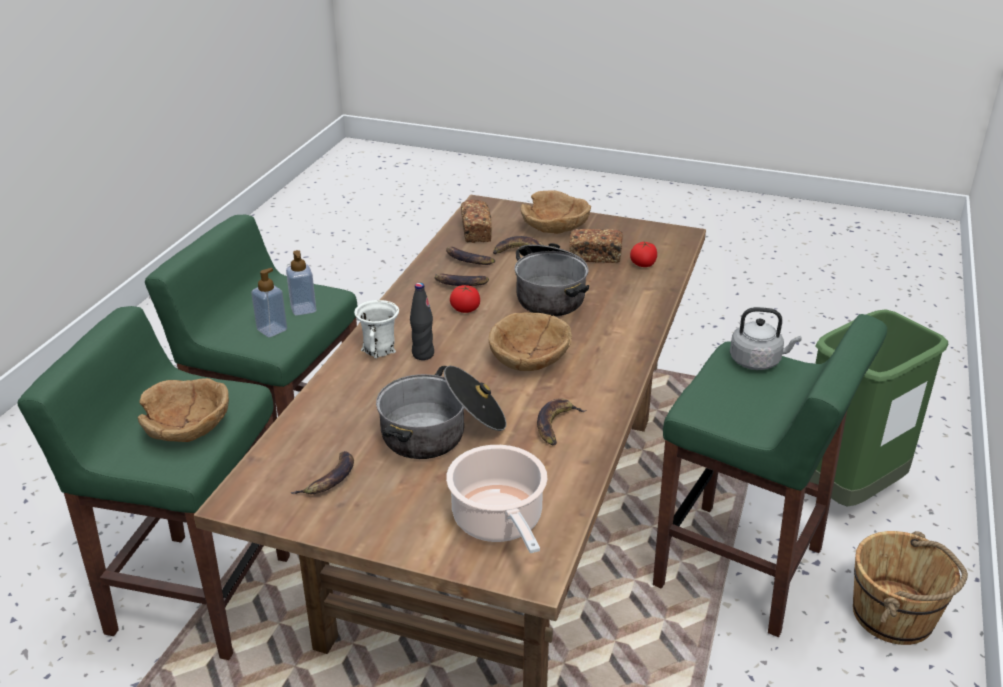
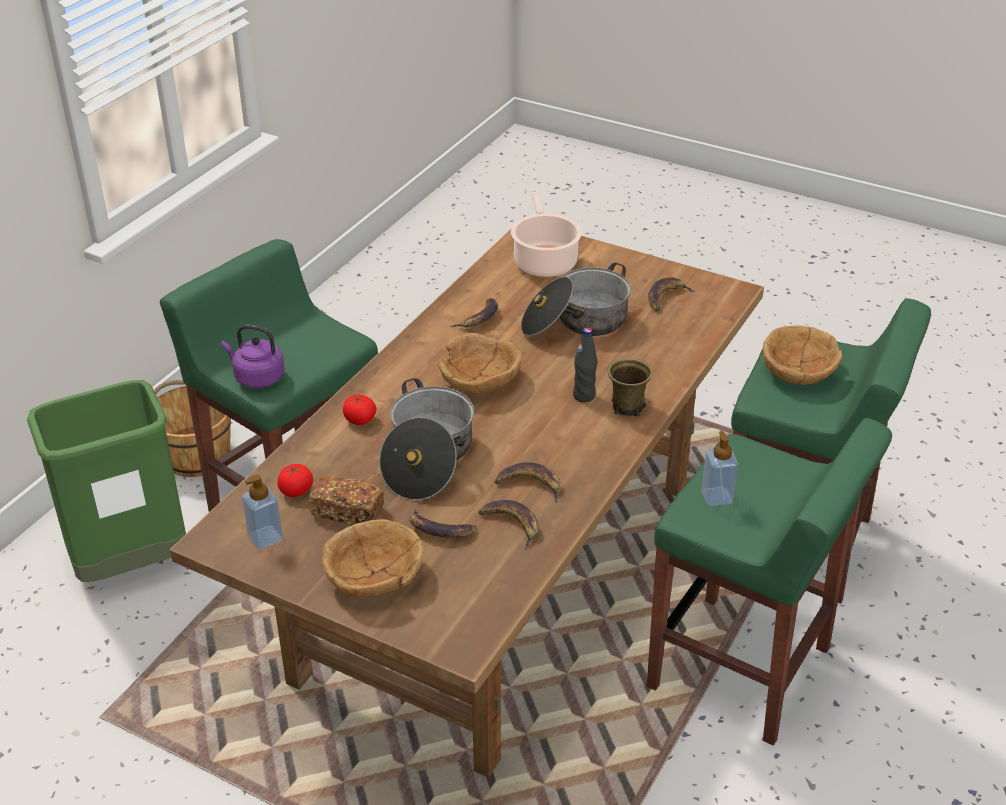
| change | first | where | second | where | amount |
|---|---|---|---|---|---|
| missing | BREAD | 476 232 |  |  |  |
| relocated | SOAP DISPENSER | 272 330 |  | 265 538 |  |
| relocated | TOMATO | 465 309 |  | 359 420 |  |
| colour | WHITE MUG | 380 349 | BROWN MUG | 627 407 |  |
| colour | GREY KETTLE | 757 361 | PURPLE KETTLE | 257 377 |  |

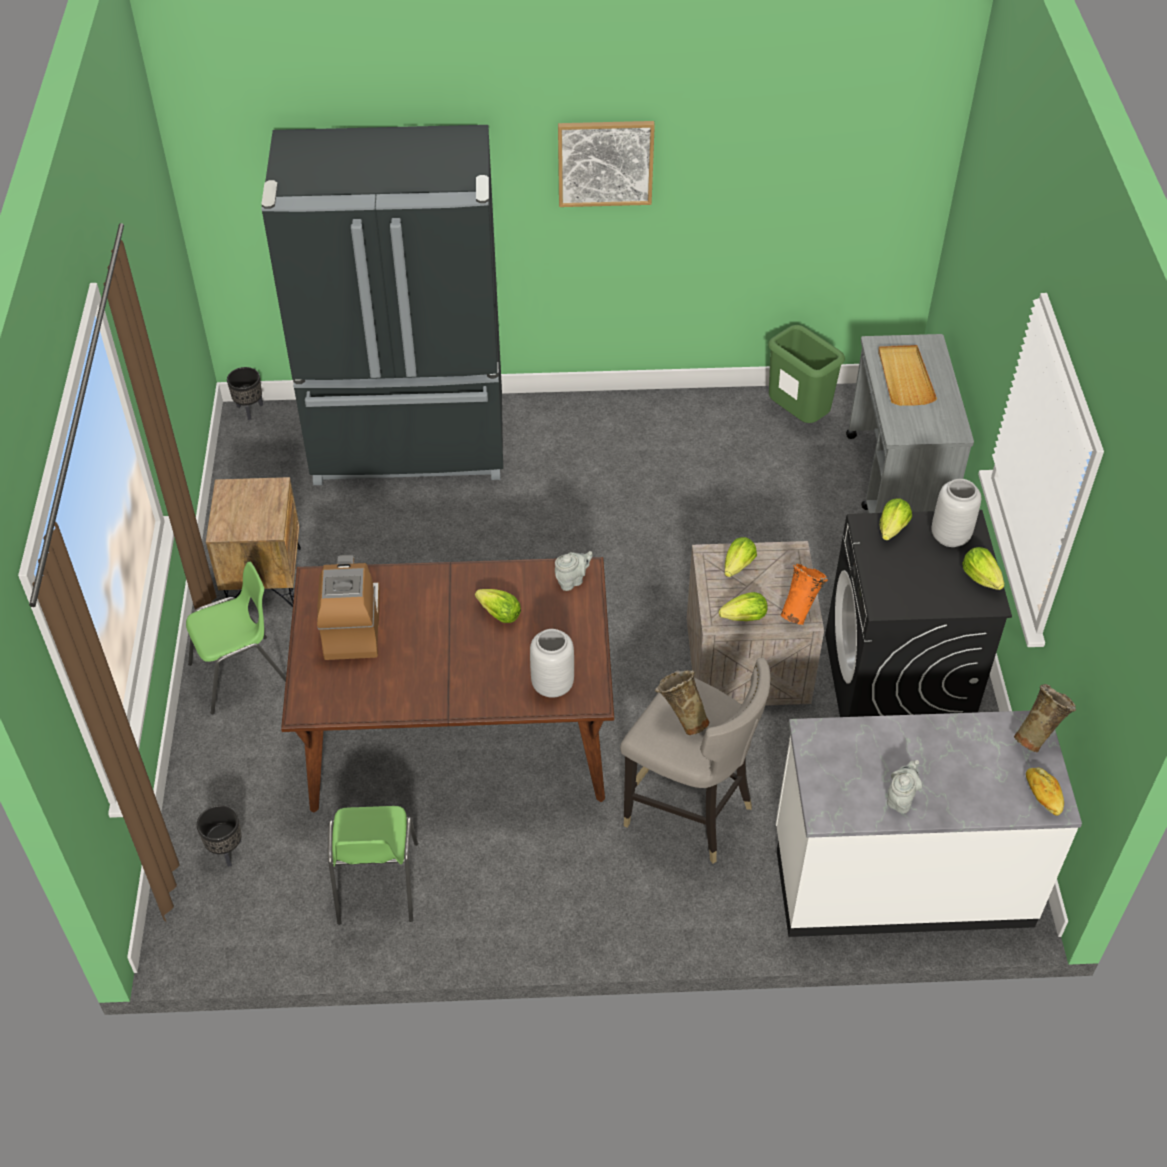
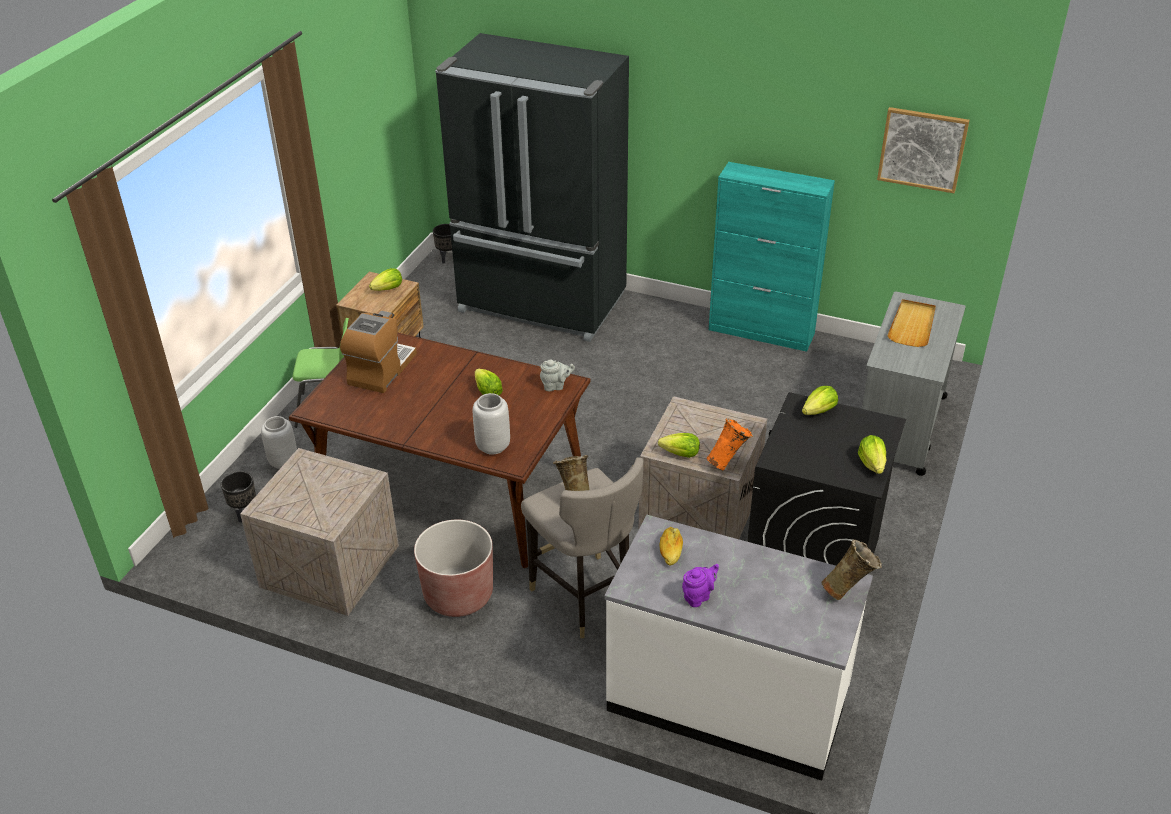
| change | first | where | second | where | amount |
|---|---|---|---|---|---|
| relocated | PICTURE | 605 162 |  | 922 149 |  |
| missing | GREEN TRASH CAN | 798 416 |  |  |  |
| relocated | GREY VASE | 949 537 |  | 283 462 |  |
| relocated | LETTUCE | 738 566 |  | 388 289 |  |
| colour | GREY TEAPOT | 901 798 | PURPLE TEAPOT | 698 596 |  |
| relocated | BREAD | 1042 795 |  | 670 550 |  |
| exchanged | GREEN CHAIR | 376 884 | CRATE | 327 567 |  |
| appeared |  |  | TURQUOISE CABINET | 762 332 |  |
| appeared |  |  | BROWN PLANTER | 458 594 |  |

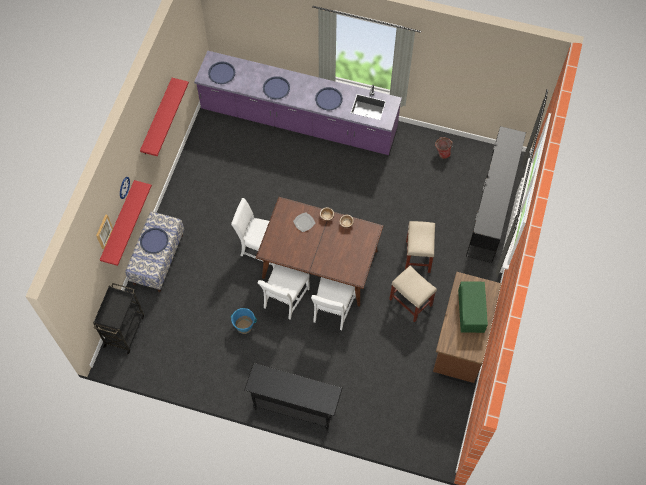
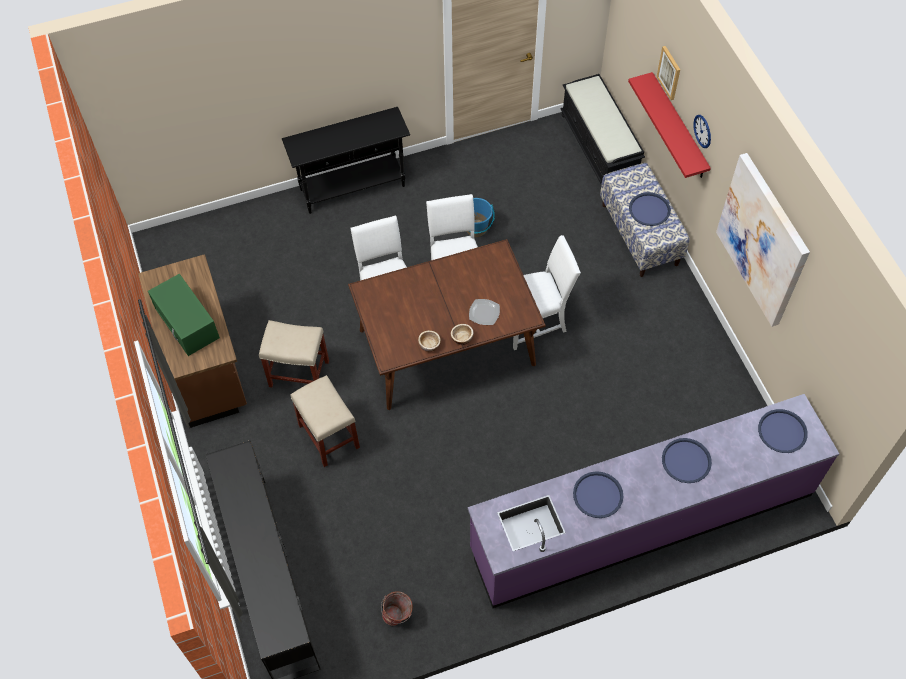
| change | first | where | second | where | amount |
|---|---|---|---|---|---|
| exchanged | RED SHELF | 157 118 | PICTURE | 763 240 |  |
| exchanged | BLACK CART | 125 330 | BLACK BENCH | 599 149 |  |

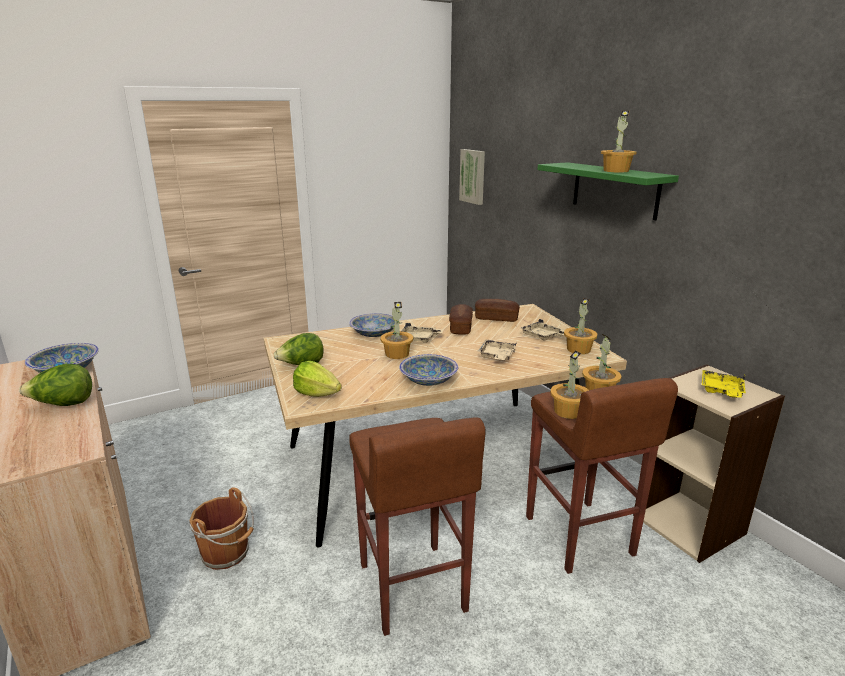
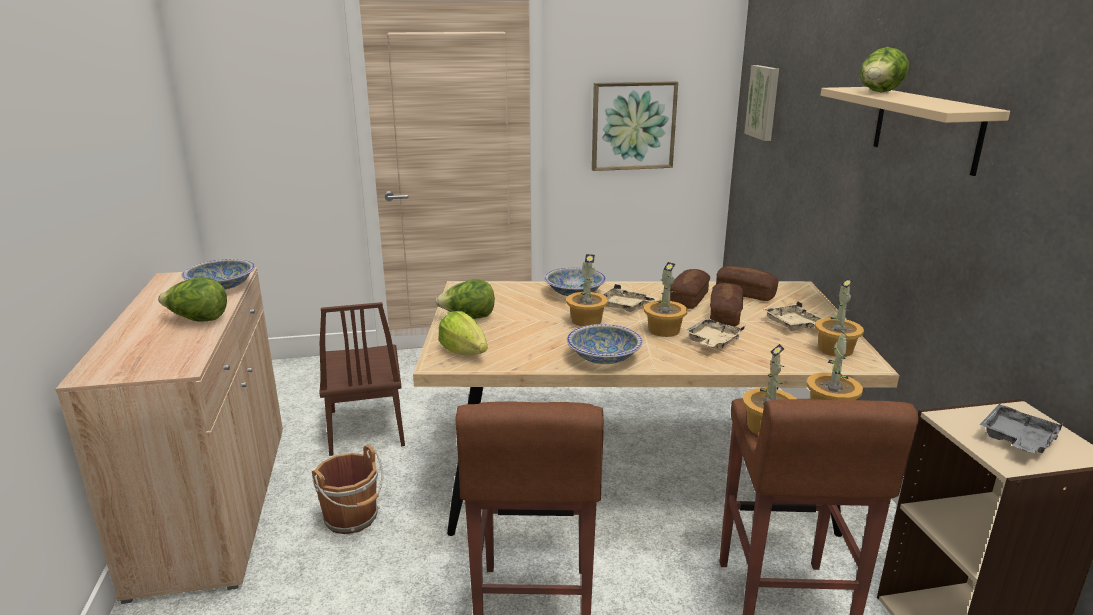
| change | first | where | second | where | amount |
|---|---|---|---|---|---|
| relocated | POTTED PLANT | 616 171 |  | 664 330 |  |
| colour | GREEN SHELF | 615 190 | BEIGE SHELF | 926 128 |  |
| colour | YELLOW TRAY | 721 391 | GREY TRAY | 1017 440 |  |
| appeared |  |  | LETTUCE | 879 93 |  |
| appeared |  |  | PICTURE | 633 126 |  |
| appeared |  |  | BREAD | 725 316 |  |
| appeared |  |  | BROWN CHAIR | 366 427 |  |

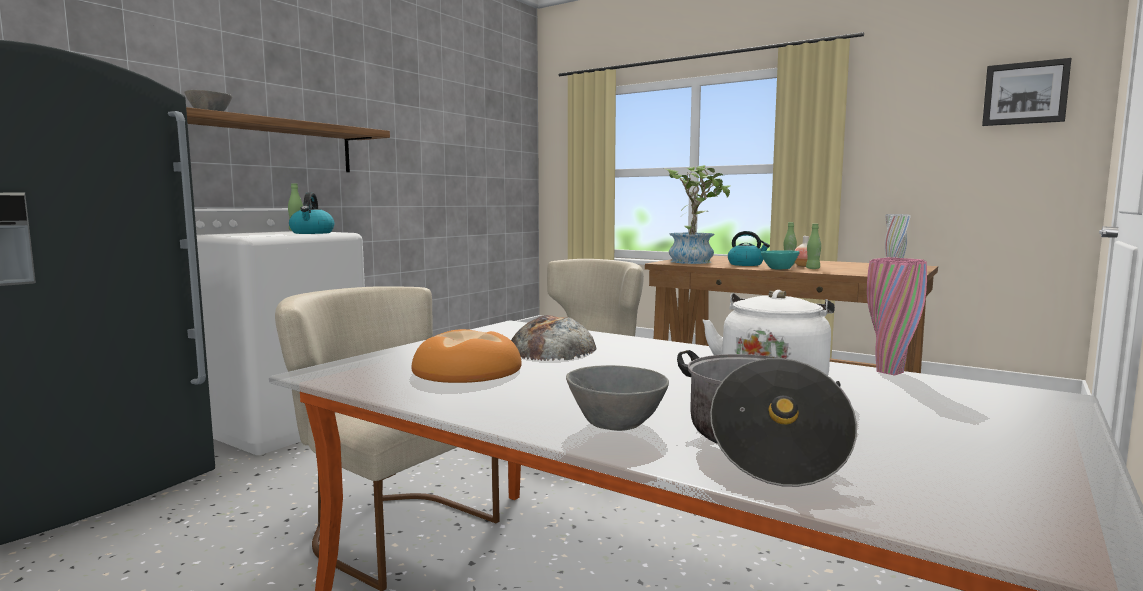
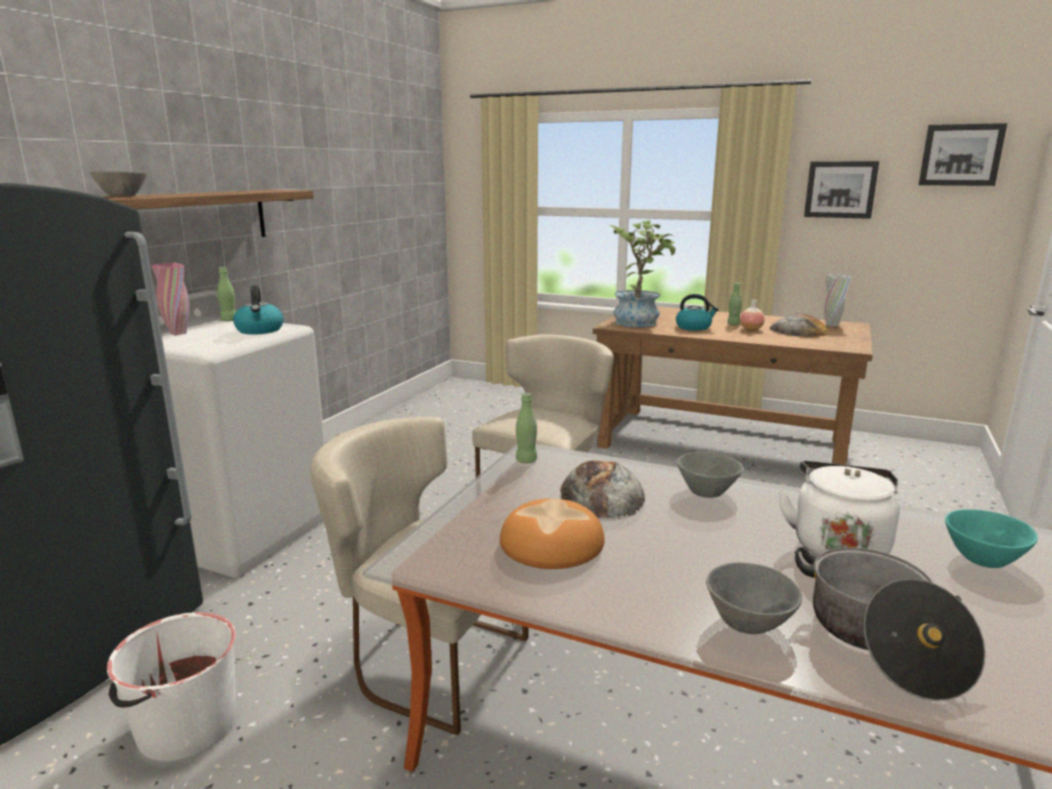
| change | first | where | second | where | amount |
|---|---|---|---|---|---|
| relocated | GREEN BOTTLE | 812 268 |  | 526 460 |  |
| relocated | TURQUOISE BOWL | 778 268 |  | 981 558 |  |
| relocated | PINK VASE | 890 372 |  | 178 333 |  |
| appeared |  |  | PICTURE | 840 189 |  |
| appeared |  |  | BREAD | 798 331 |  |
| appeared |  |  | GREY BOWL | 709 491 |  |
| appeared |  |  | WHITE BUCKET | 185 727 |  |

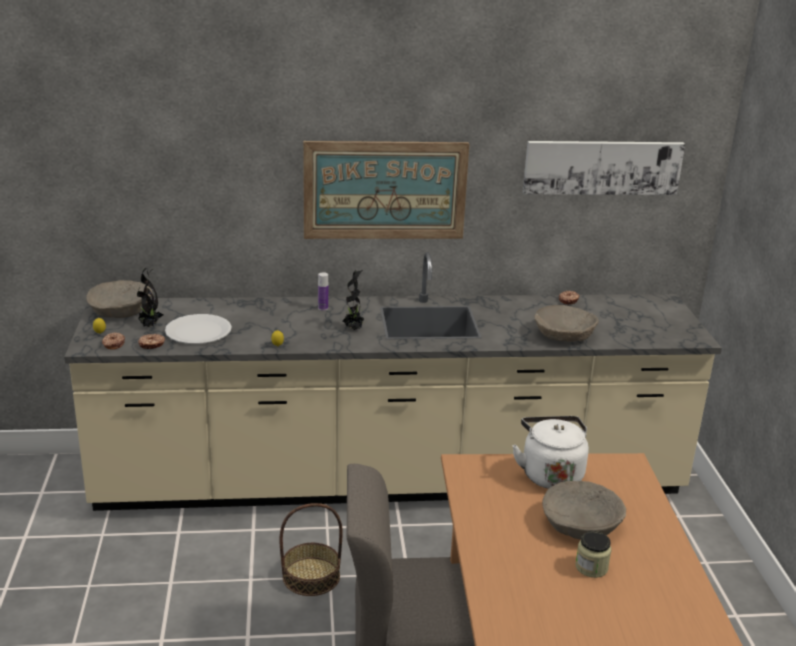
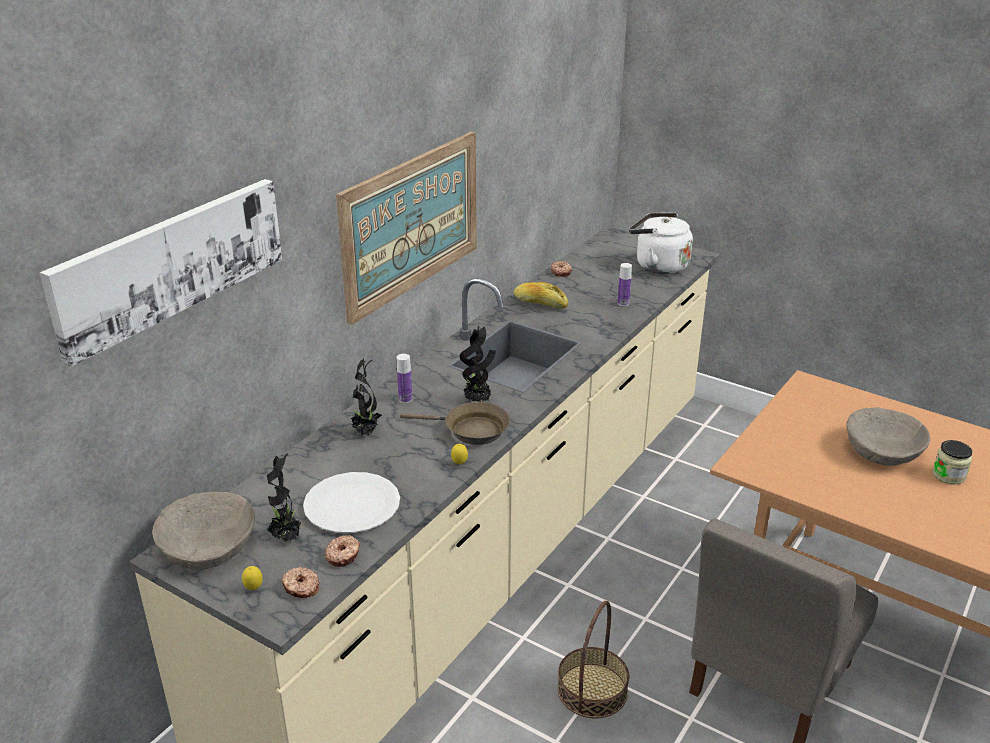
| change | first | where | second | where | amount |
|---|---|---|---|---|---|
| relocated | PICTURE | 602 167 |  | 171 264 |  |
| exchanged | BEIGE BOWL | 564 335 | BOTTLE | 623 303 |  |
| relocated | WHITE KETTLE | 550 474 |  | 658 266 |  |
| appeared |  |  | BREAD | 540 303 |  |
| appeared |  |  | POTTED PLANT | 366 432 |  |
| appeared |  |  | BROWN FRYING PAN | 471 430 |  |

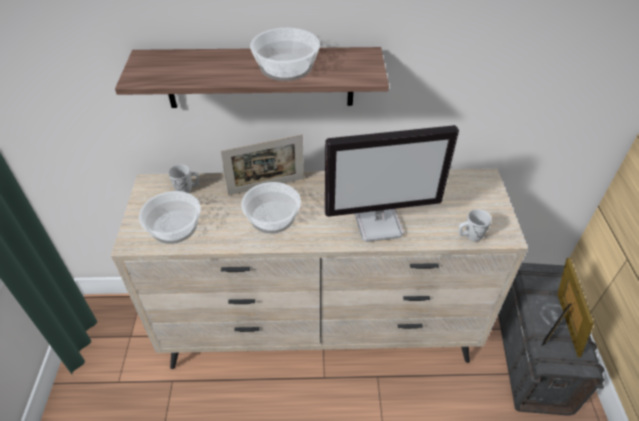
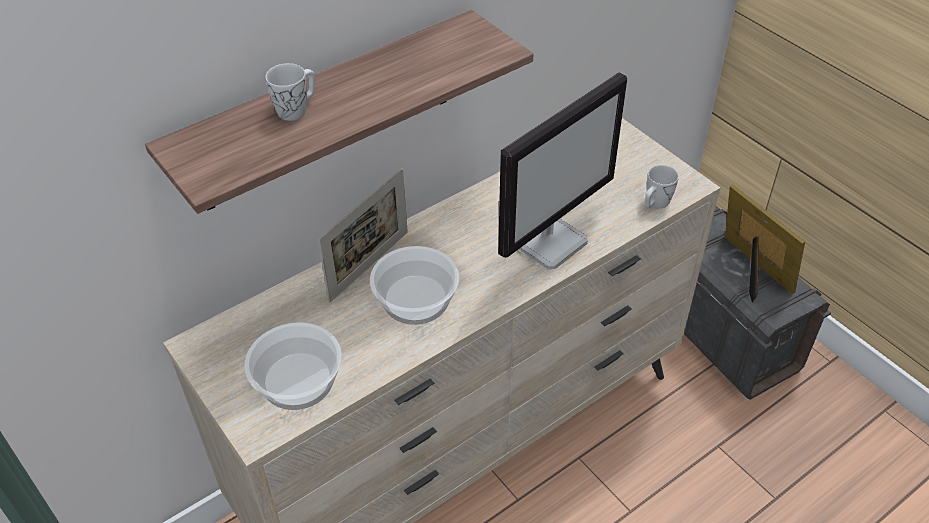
| change | first | where | second | where | amount |
|---|---|---|---|---|---|
| missing | BOWL | 286 67 |  |  |  |
| relocated | WHITE MUG | 187 189 |  | 297 109 |  |

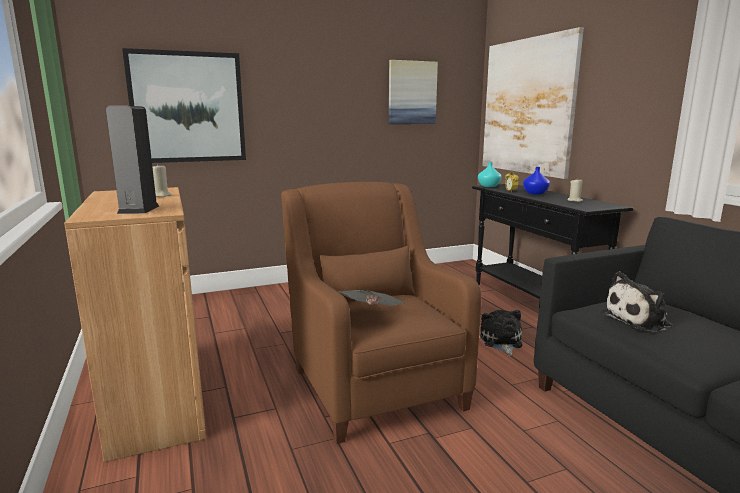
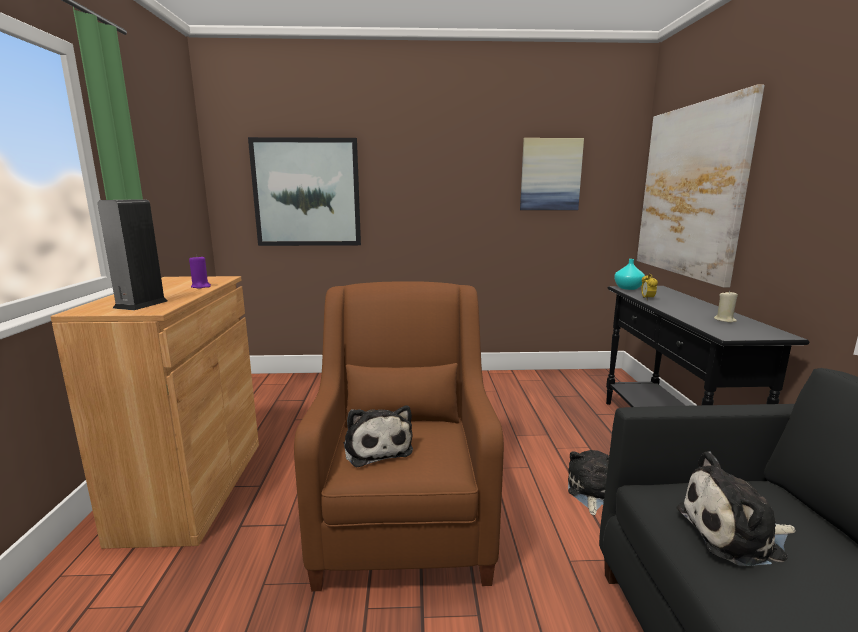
| change | first | where | second | where | amount |
|---|---|---|---|---|---|
| colour | BEIGE CANDLE | 161 195 | PURPLE CANDLE | 201 286 |  |
| missing | BLUE VASE | 535 193 |  |  |  |
| exchanged | NEWSPAPER | 373 316 | PLUSH TOY | 376 447 |  |

